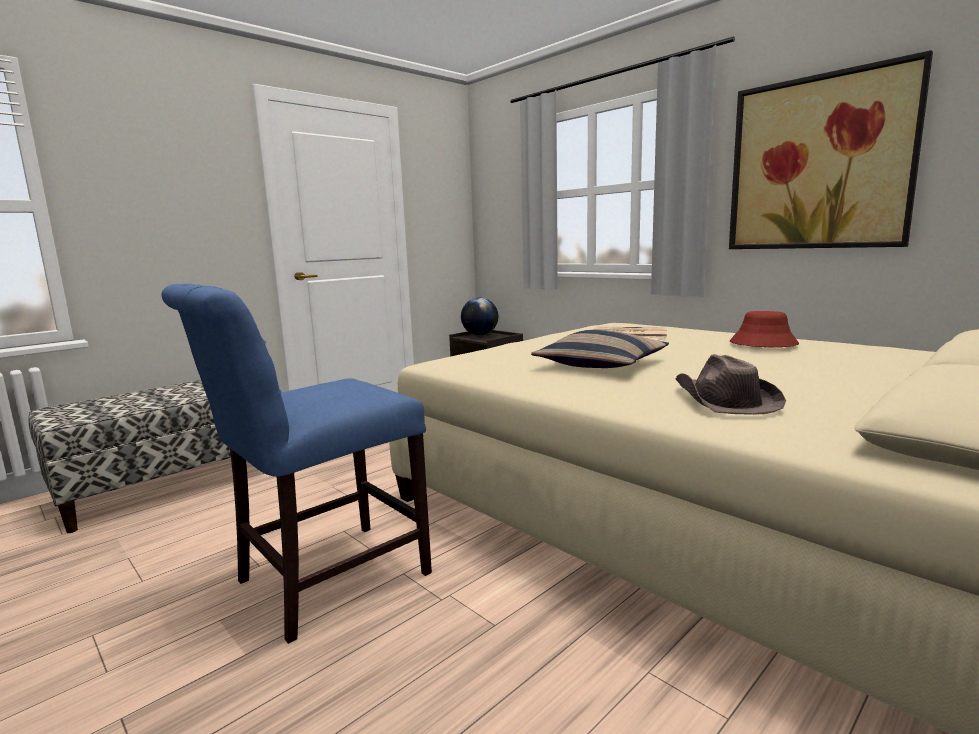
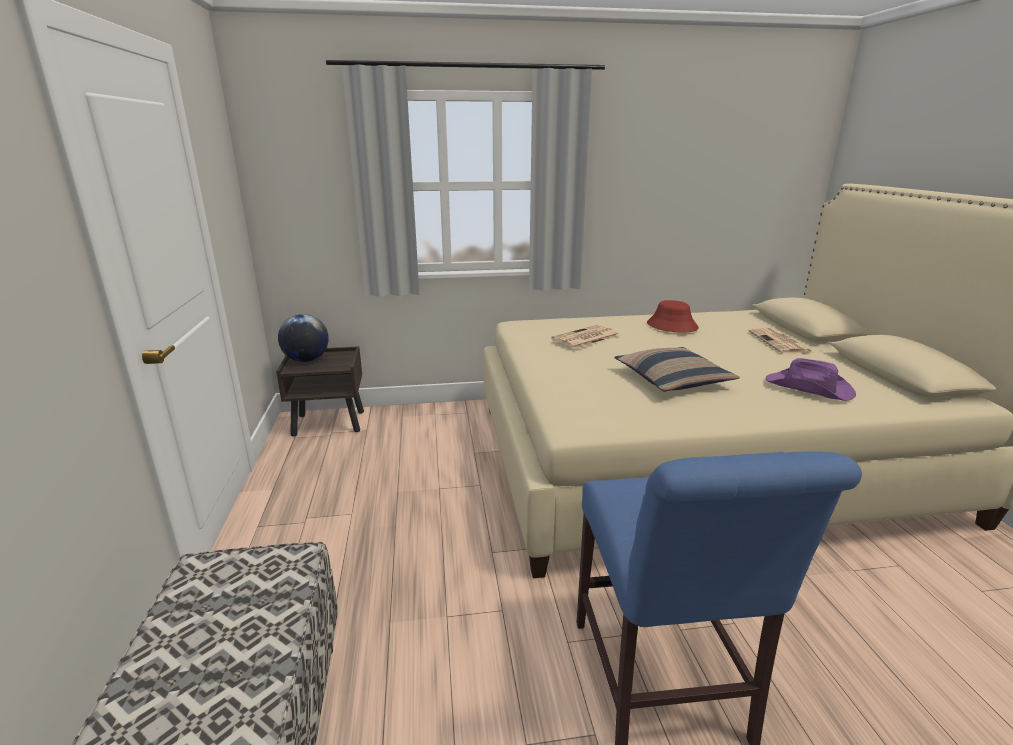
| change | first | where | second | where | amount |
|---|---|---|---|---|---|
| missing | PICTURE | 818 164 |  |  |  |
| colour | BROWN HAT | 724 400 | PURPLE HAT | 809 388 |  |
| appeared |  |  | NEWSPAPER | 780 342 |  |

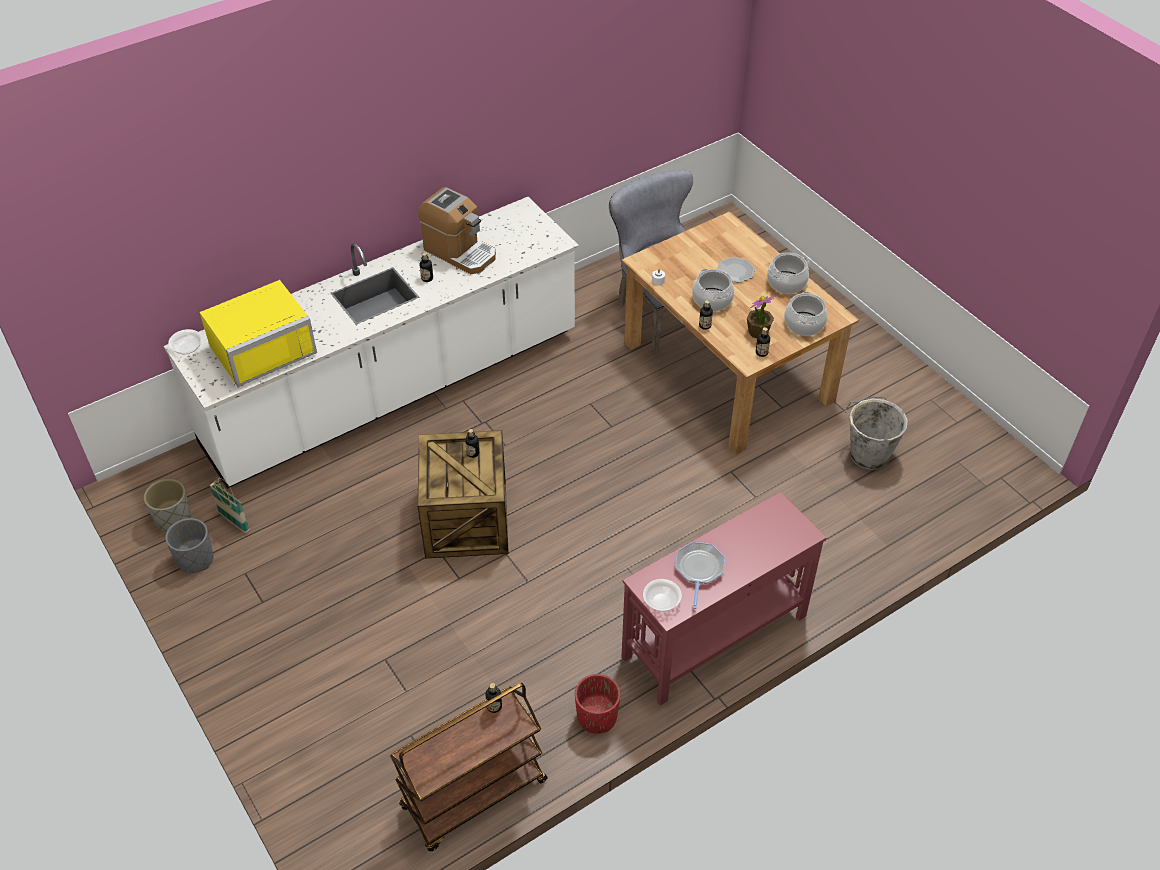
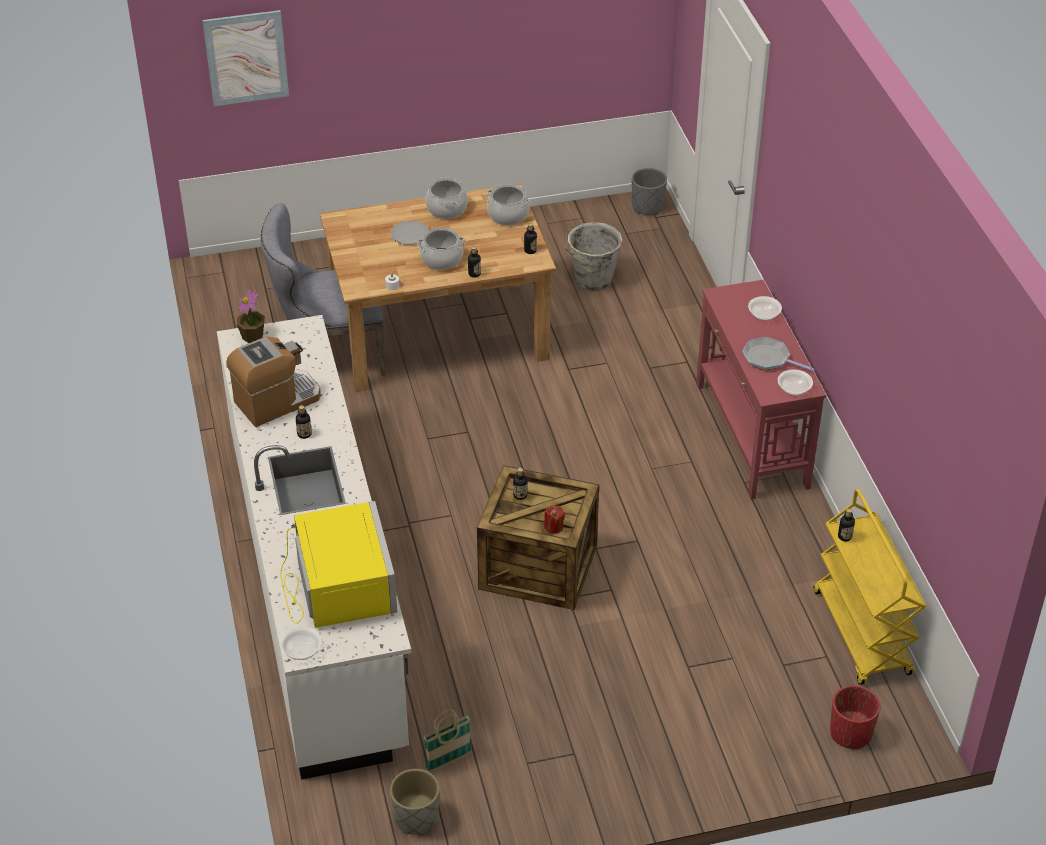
| change | first | where | second | where | amount |
|---|---|---|---|---|---|
| relocated | POTTED PLANT | 758 332 |  | 253 336 |  |
| relocated | GREY PLANTER | 195 559 |  | 647 207 |  |
| relocated | RED PLANTER | 596 717 |  | 851 733 |  |
| colour | BROWN CART | 473 796 | YELLOW CART | 862 633 |  |
| appeared |  |  | PICTURE | 246 58 |  |
| appeared |  |  | BOWL | 763 315 |  |
| appeared |  |  | RED CANDLE | 554 527 |  |

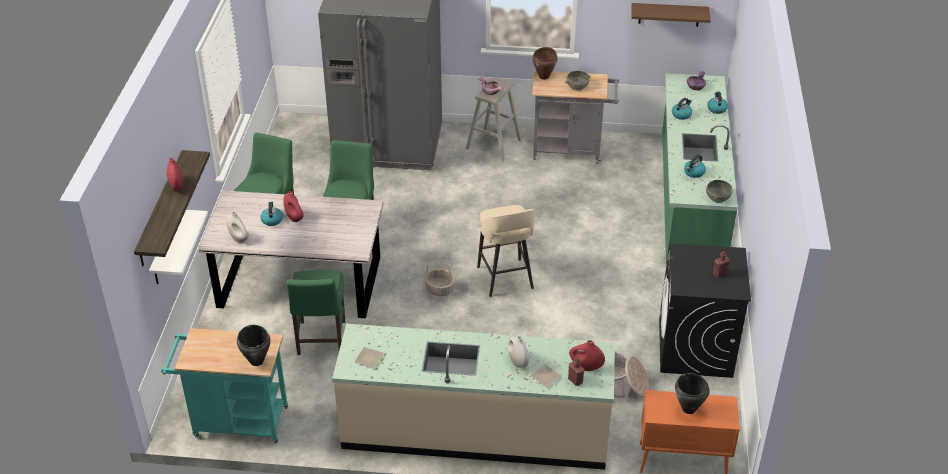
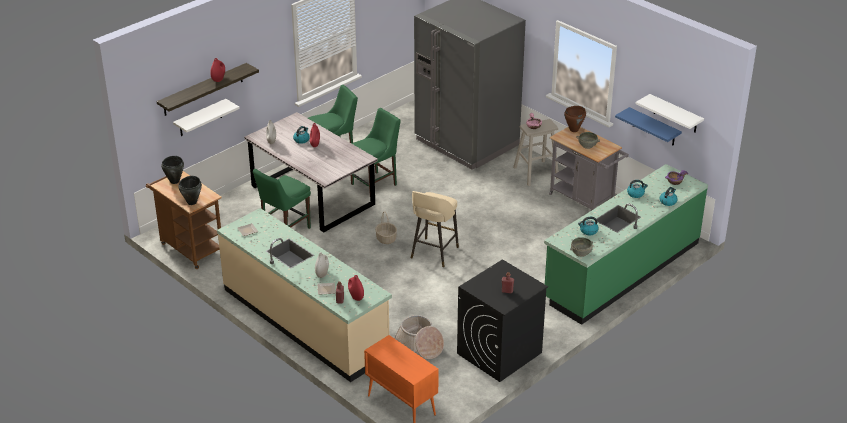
| change | first | where | second | where | amount |
|---|---|---|---|---|---|
| colour | BROWN SHELF | 669 14 | WHITE SHELF | 675 114 |  |
| colour | TURQUOISE CART | 235 422 | BROWN CART | 189 248 |  |
| relocated | BLACK COOKING POT | 688 409 |  | 174 181 |  |
| appeared |  |  | BLUE SHELF | 654 127 |  |

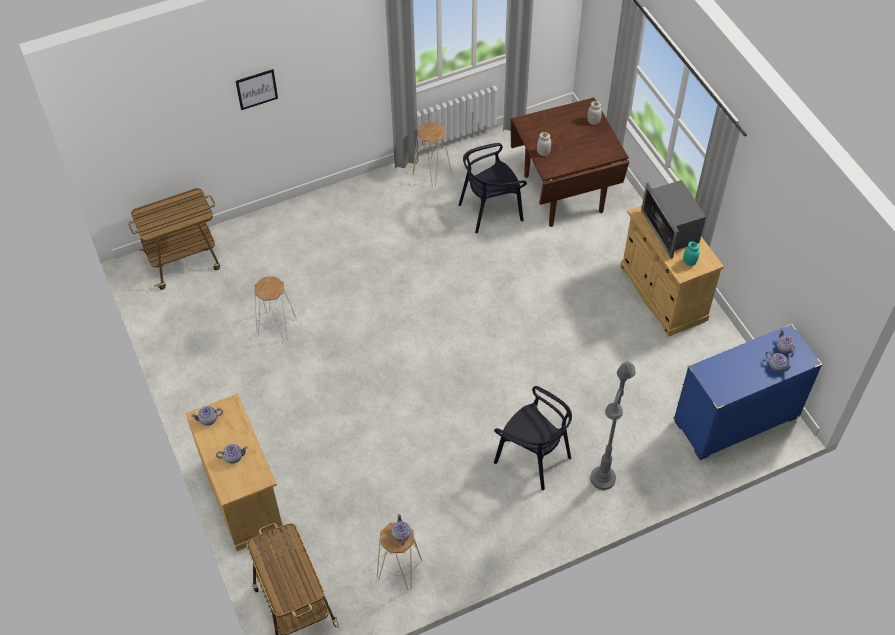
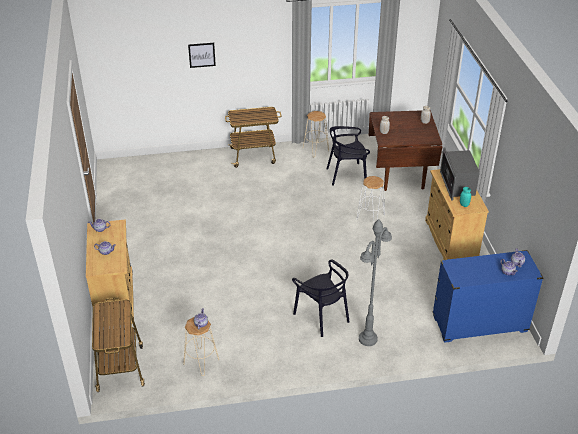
| change | first | where | second | where | amount |
|---|---|---|---|---|---|
| relocated | CART | 184 260 |  | 254 155 |  |
| relocated | WHITE STOOL | 276 326 |  | 370 217 |  |

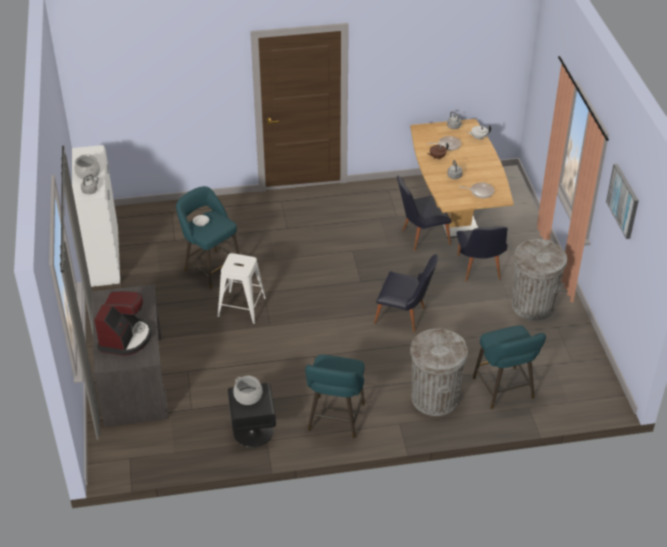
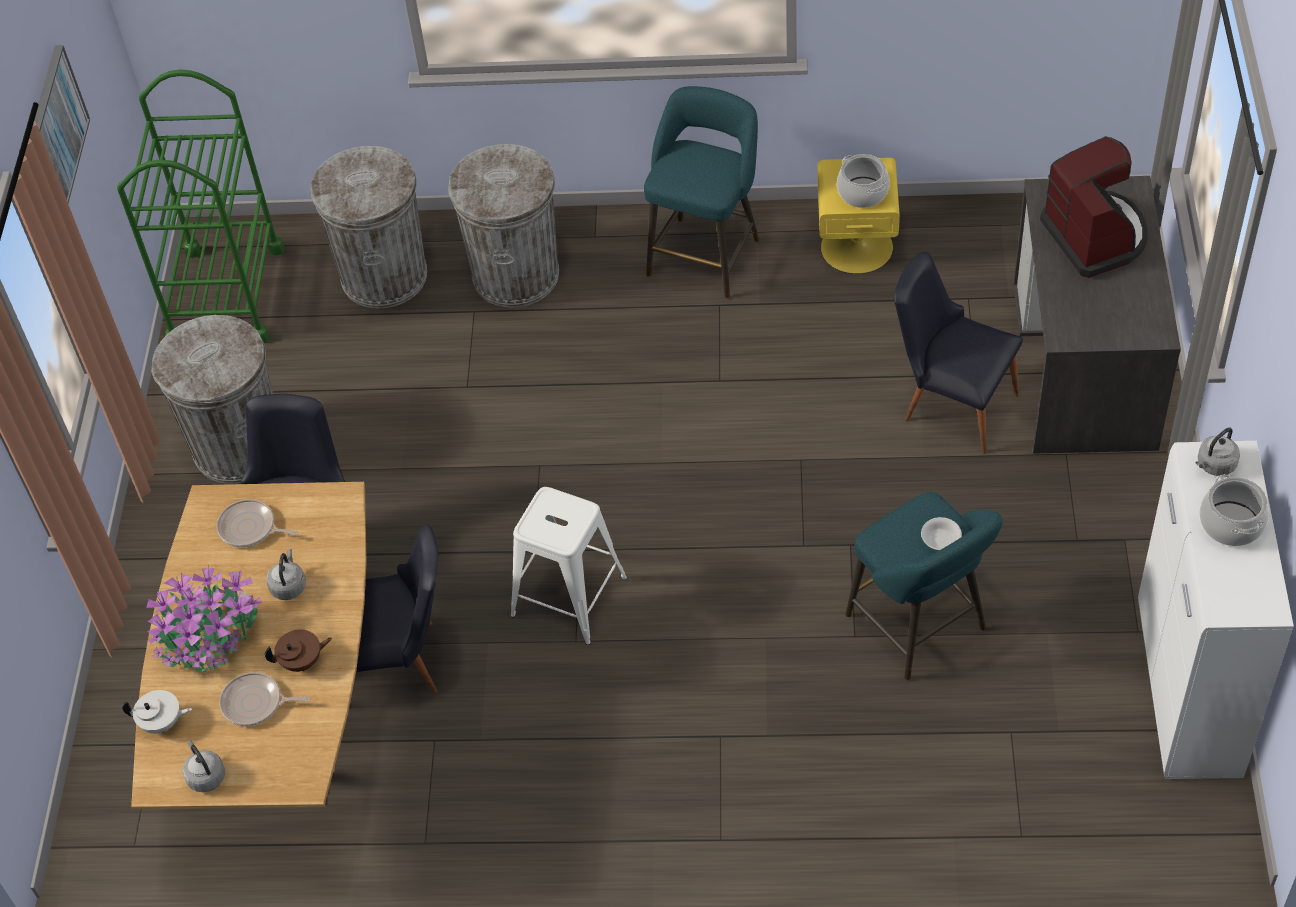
| change | first | where | second | where | amount |
|---|---|---|---|---|---|
| relocated | WHITE STOOL | 241 307 |  | 569 596 |  |
| relocated | BLACK CHAIR | 405 317 |  | 950 402 |  |
| spun | COFFEE MACHINE | 125 338 |  | 1095 236 | 135 degrees clockwise |
| exchanged | TURQUOISE STOOL | 504 391 | GREY TRASH CAN | 384 276 |  |
| colour | BLACK NIGHTSTAND | 253 432 | YELLOW NIGHTSTAND | 856 246 |  |
| appeared |  |  | GREEN CART | 226 295 |  |
| appeared |  |  | POTTED PLANT | 210 639 |  |

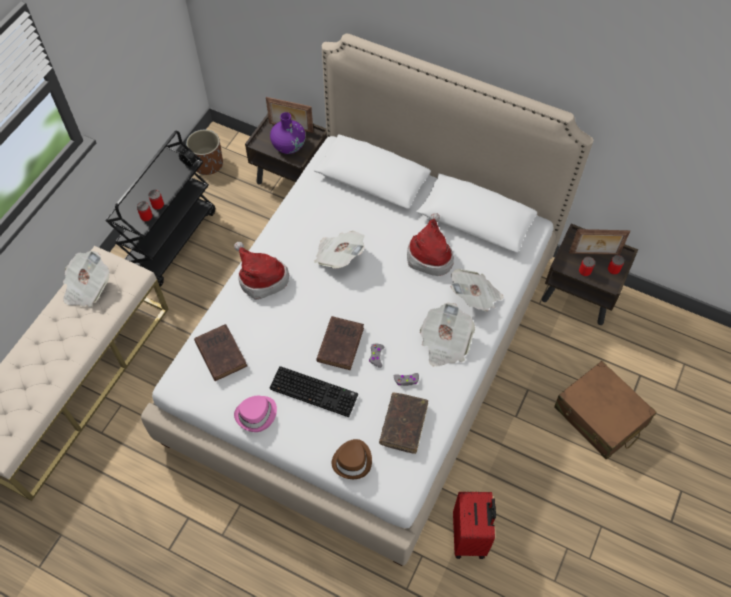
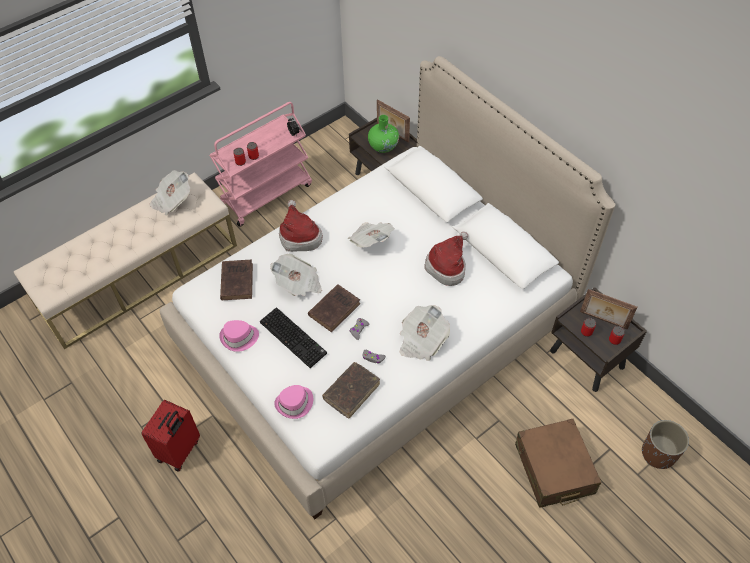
| change | first | where | second | where | amount |
|---|---|---|---|---|---|
| colour | PURPLE VASE | 289 146 | GREEN VASE | 383 146 |  |
| relocated | BROWN PLANTER | 208 164 |  | 658 453 |  |
| colour | BLACK CART | 171 239 | PINK CART | 266 194 |  |
| relocated | NEWSPAPER | 475 297 |  | 298 284 |  |
| colour | BROWN HAT | 353 460 | PINK HAT | 295 403 |  |
| relocated | RED SUITCASE | 470 536 |  | 180 451 |  |

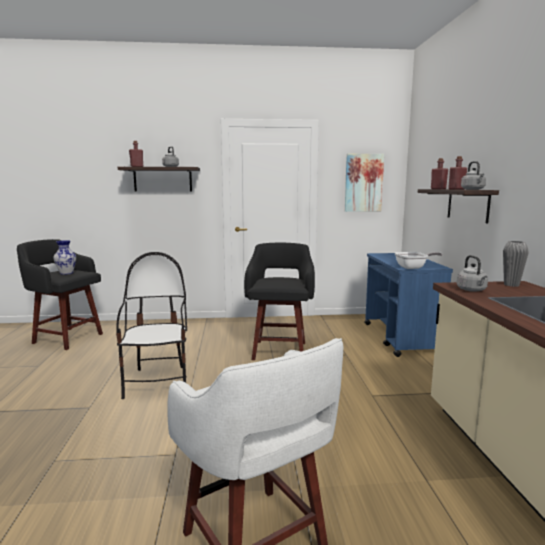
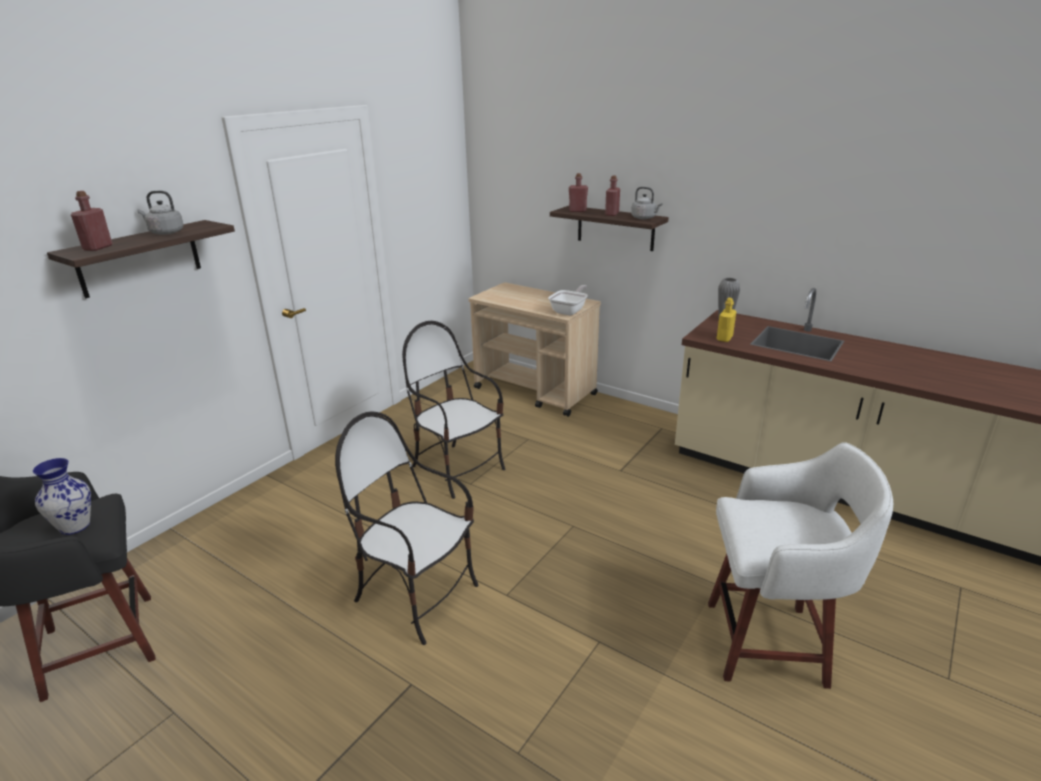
| change | first | where | second | where | amount |
|---|---|---|---|---|---|
| missing | PICTURE | 363 183 |  |  |  |
| exchanged | BLACK STOOL | 280 350 | CHAIR | 457 469 |  |
| colour | BLUE CART | 401 338 | BEIGE CART | 535 391 |  |
| exchanged | GREY KETTLE | 472 290 | YELLOW BOTTLE | 724 338 |  |

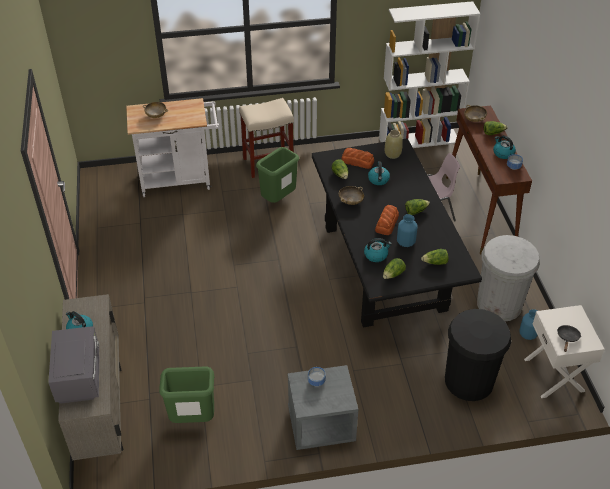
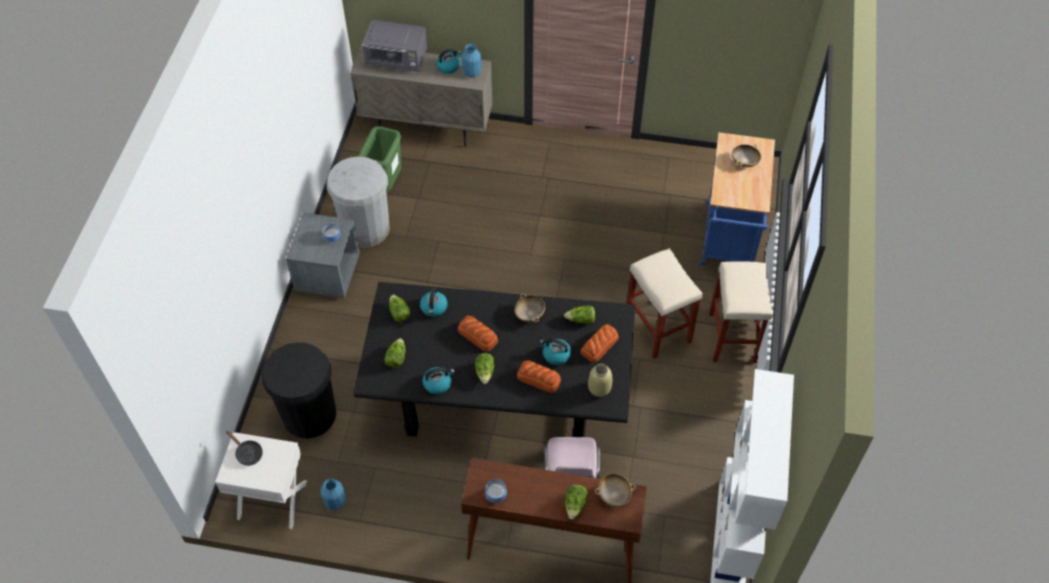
| change | first | where | second | where | amount |
|---|---|---|---|---|---|
| colour | WHITE CART | 180 180 | BLUE CART | 728 243 |  |
| relocated | KETTLE | 503 153 |  | 438 383 |  |
| exchanged | GREEN TRASH CAN | 278 199 | BEIGE STOOL | 658 329 |  |
| relocated | BLUE VASE | 405 242 |  | 472 72 |  |
| relocated | WHITE TRASH CAN | 499 304 |  | 365 228 |  |
| appeared |  |  | BREAD | 539 379 |  |

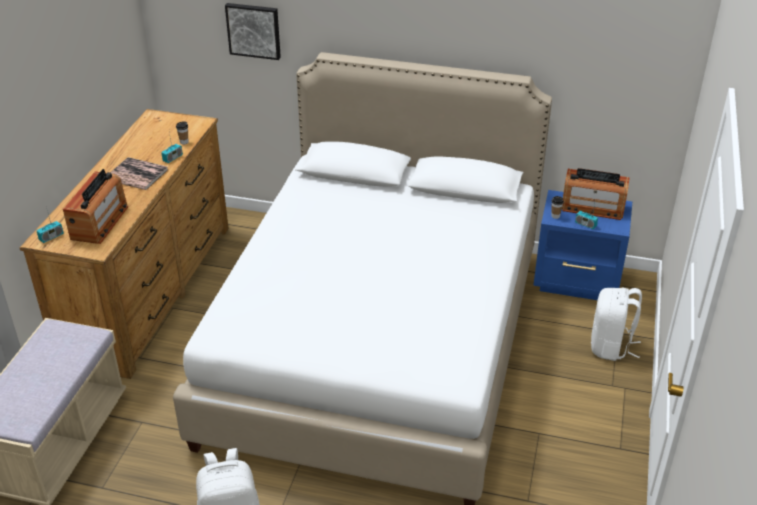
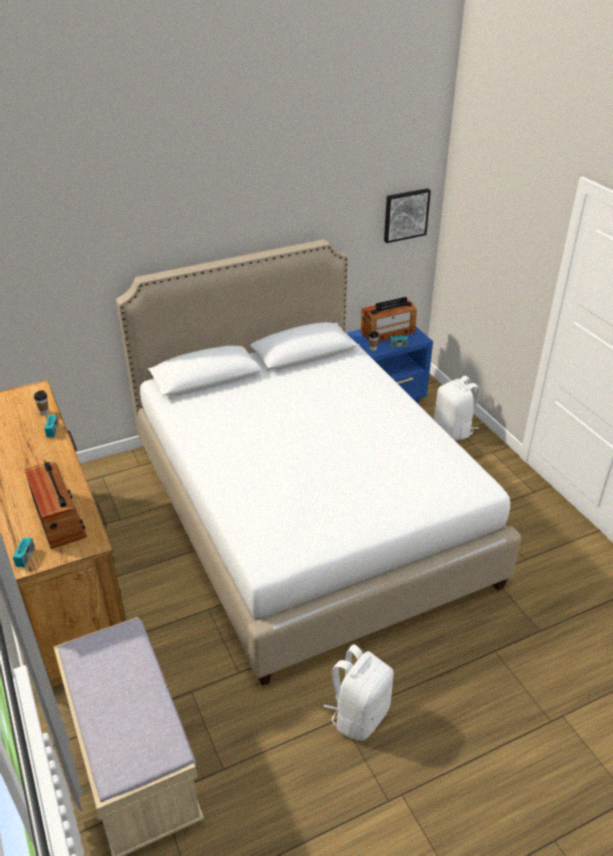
| change | first | where | second | where | amount |
|---|---|---|---|---|---|
| relocated | PICTURE | 254 30 |  | 405 214 |  |
| missing | BOOK | 136 175 |  |  |  |

